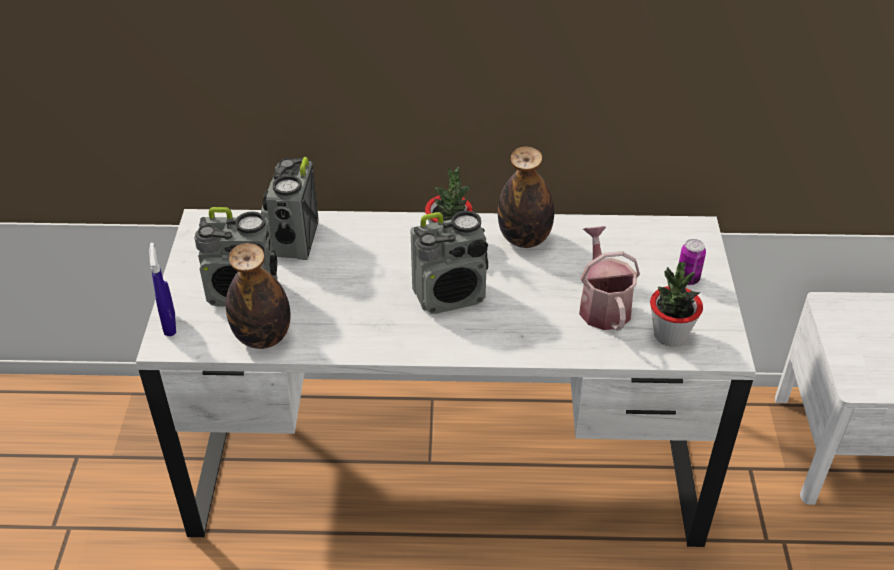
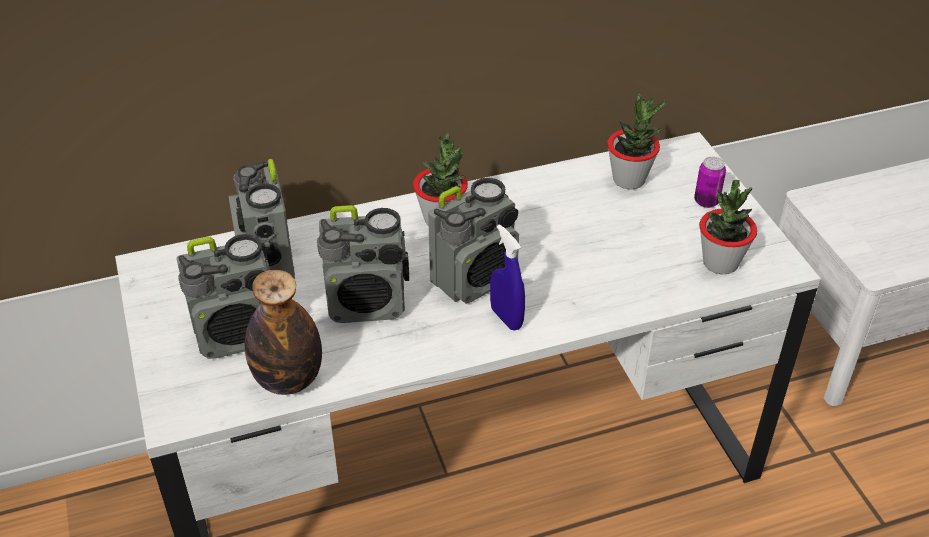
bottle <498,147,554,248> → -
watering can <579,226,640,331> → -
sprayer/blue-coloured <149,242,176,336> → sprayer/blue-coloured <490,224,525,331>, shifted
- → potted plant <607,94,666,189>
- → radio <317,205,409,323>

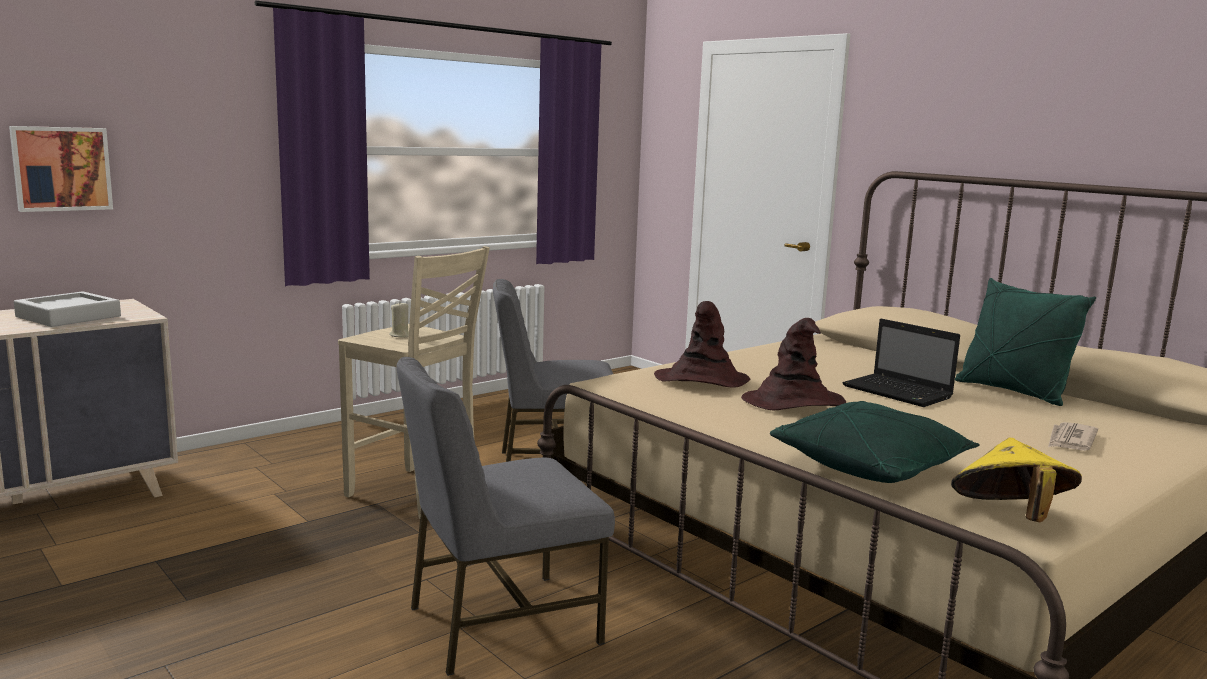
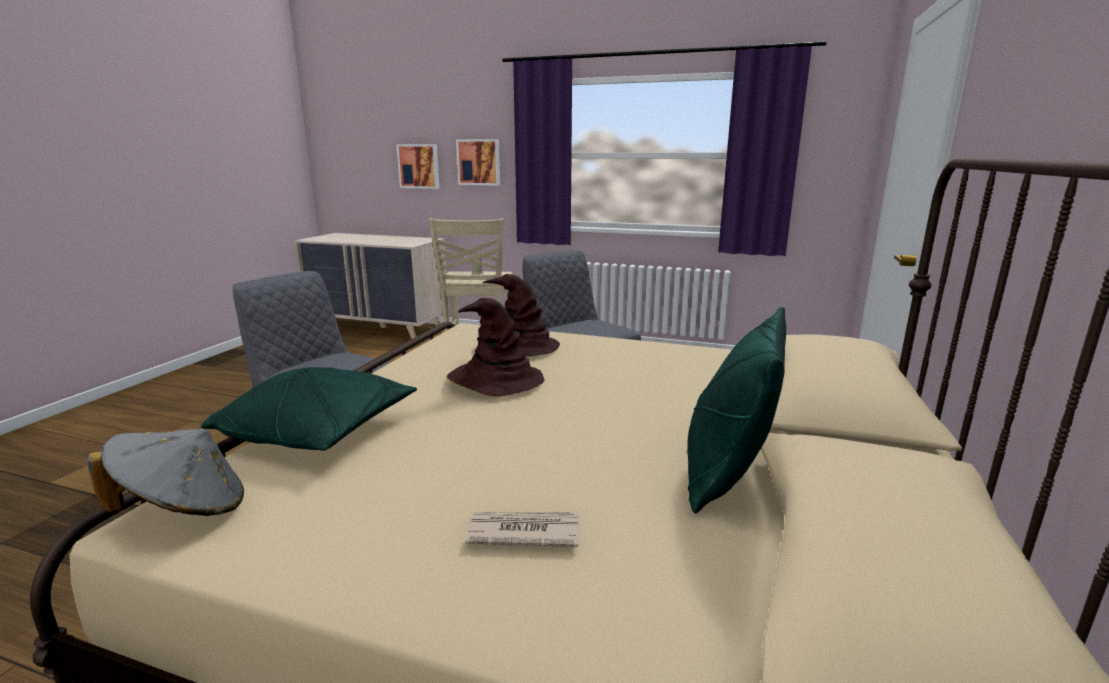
serving tray/grey <14,291,121,327> → -
portable computer <842,319,960,407> → -
hat/yellow <951,438,1082,522> → hat/grey <87,429,244,516>
- → wall picture <456,139,500,186>

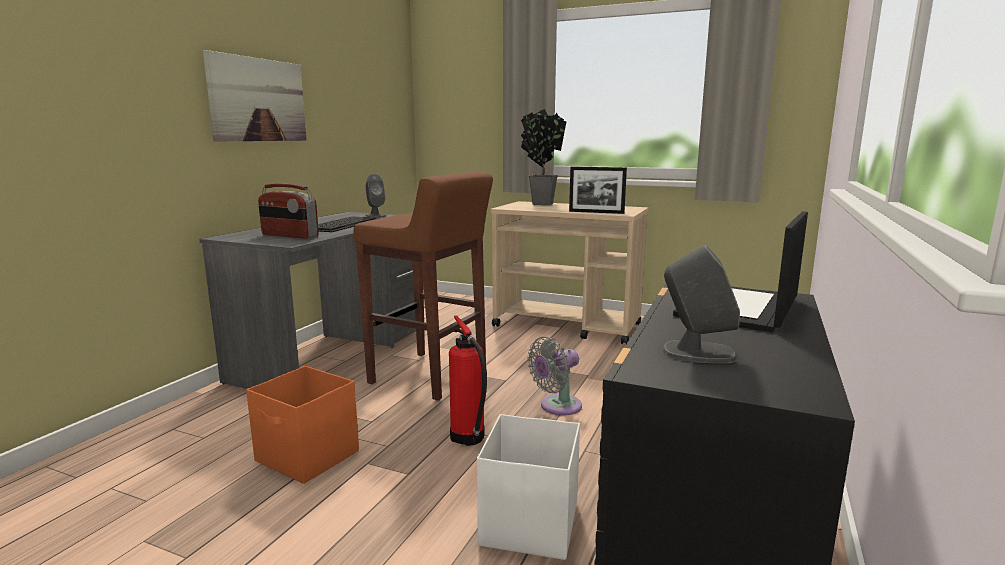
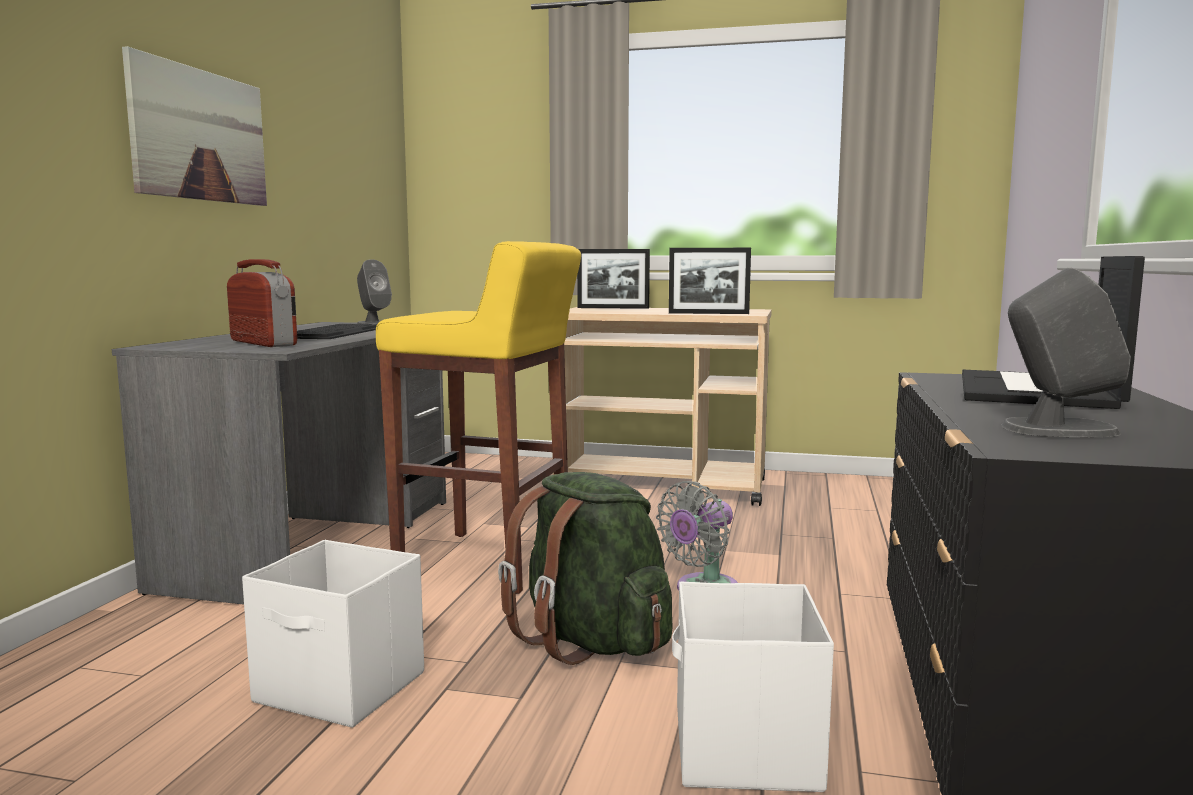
potted plant <521,109,567,205> → photo frame <577,249,650,309>
sitting stool/brown-coloured <353,172,493,401> → sitting stool/yellow <376,241,581,594>
radio <258,183,319,239> → radio <227,259,297,347>, 150 degrees counterclockwise
fire-fighting cylinder <449,315,487,446> → rucksack/greenish <498,472,673,665>
storage container/orangey <246,366,359,484> → storage container/white-coloured <242,540,424,728>

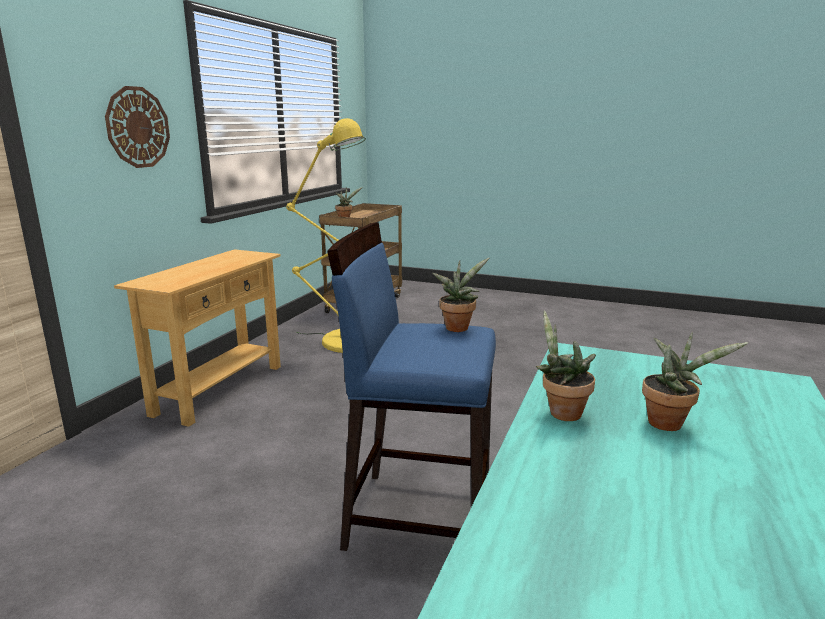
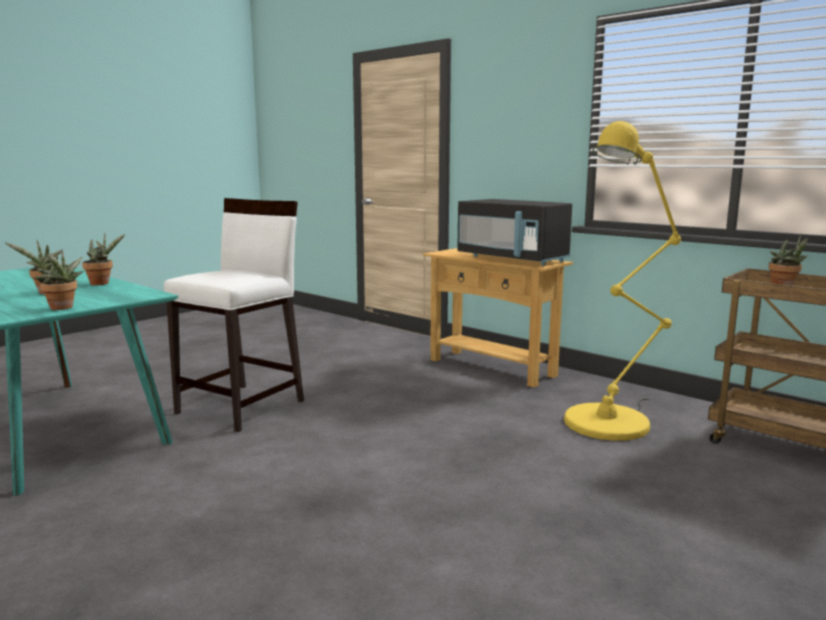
hanging clock <105,86,170,168> → -
sitting stool/blue-coloured <327,222,496,551> → sitting stool/white-coloured <164,198,304,432>
potted plant <432,257,489,332> → potted plant <35,249,83,310>, shifted
- → microwave/black <457,199,572,266>

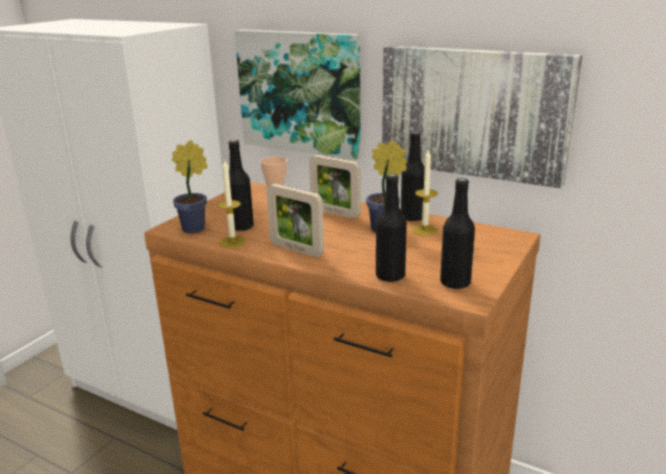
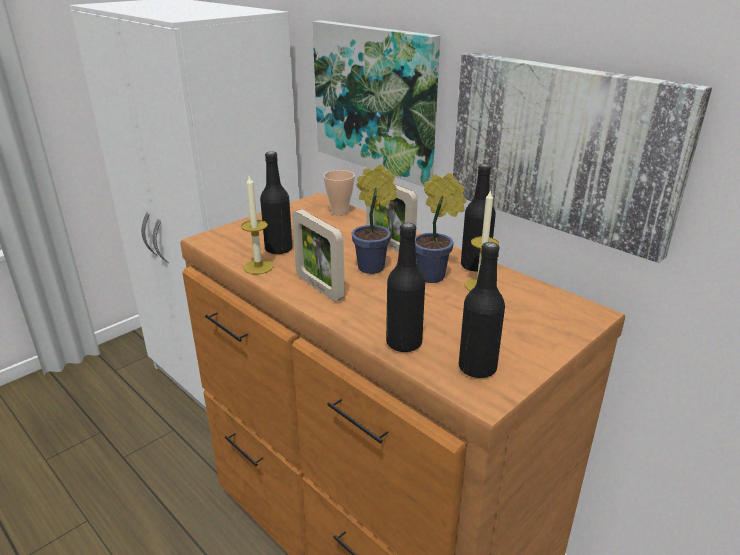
potted plant <172,140,207,233> → potted plant <351,164,397,274>, shifted

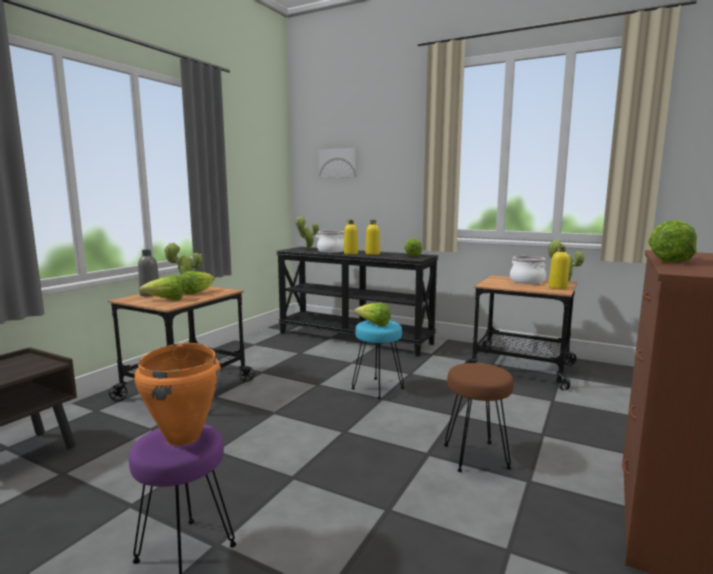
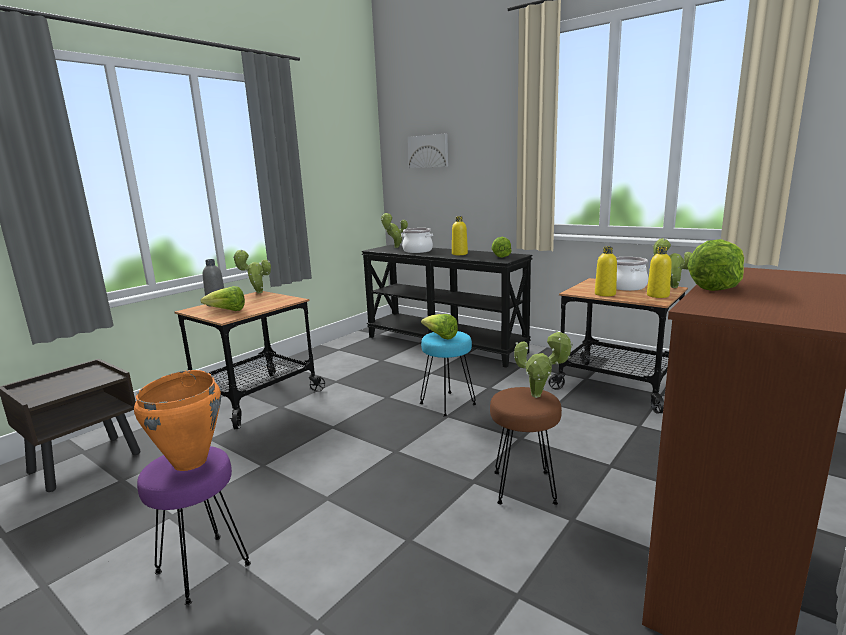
bottle/yellow <344,220,358,255> → bottle/yellow <595,247,617,296>, shifted
head of lettuce <180,271,215,295> → -
- → potted plant <514,330,573,398>

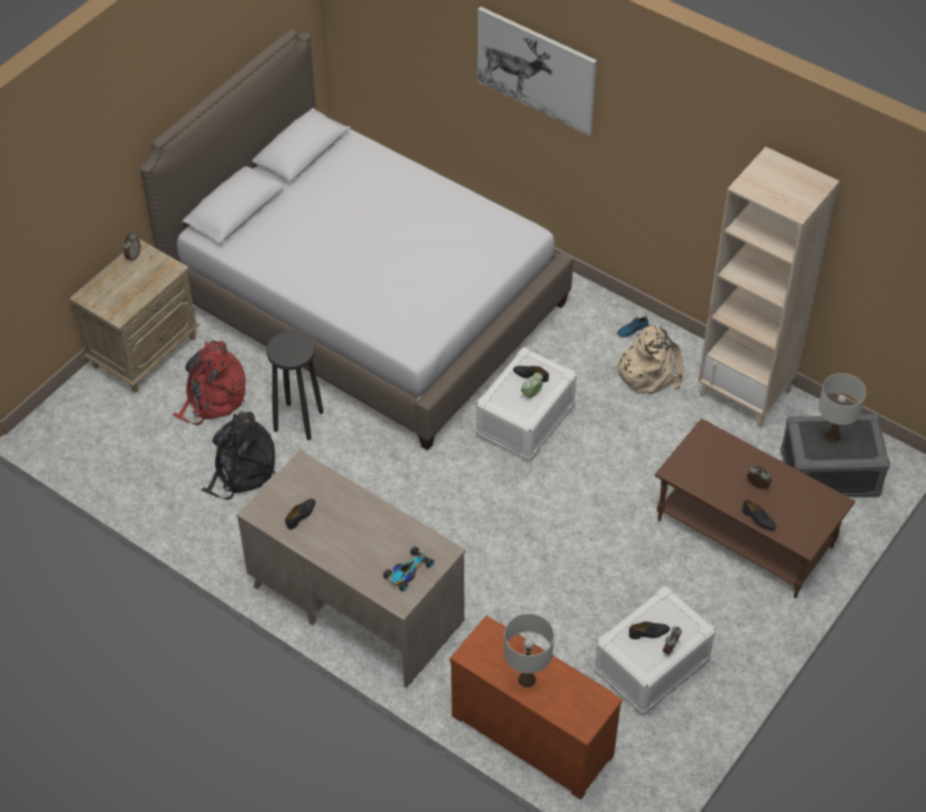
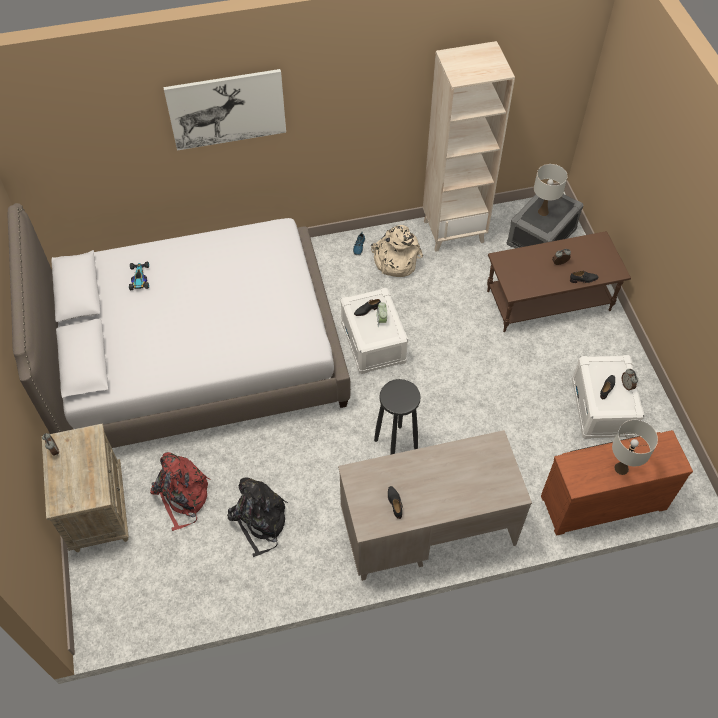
sitting stool/black <267,331,324,440> → sitting stool/black <374,379,421,455>, shifted
miniature car <383,546,434,591> → miniature car <129,262,149,290>, shifted

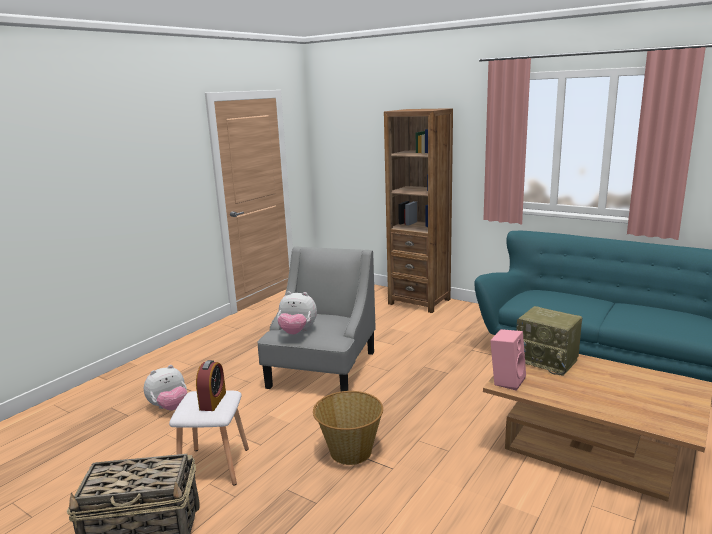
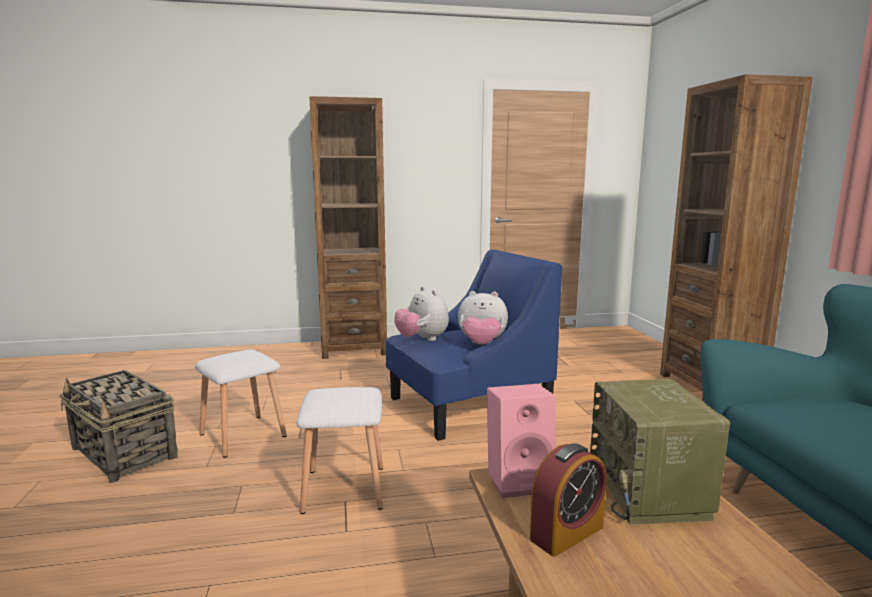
easy chair/grey <257,247,376,391> → easy chair/blue-coloured <385,250,562,441>
table clock <196,360,226,411> → table clock <530,443,607,557>, shifted
cuddly toy <144,365,187,410> → cuddly toy <458,291,508,345>, shifted
basket <313,391,383,465> → sitting stool/white-coloured <297,387,383,514>
- → bookcase/brown-coloured <309,96,387,359>

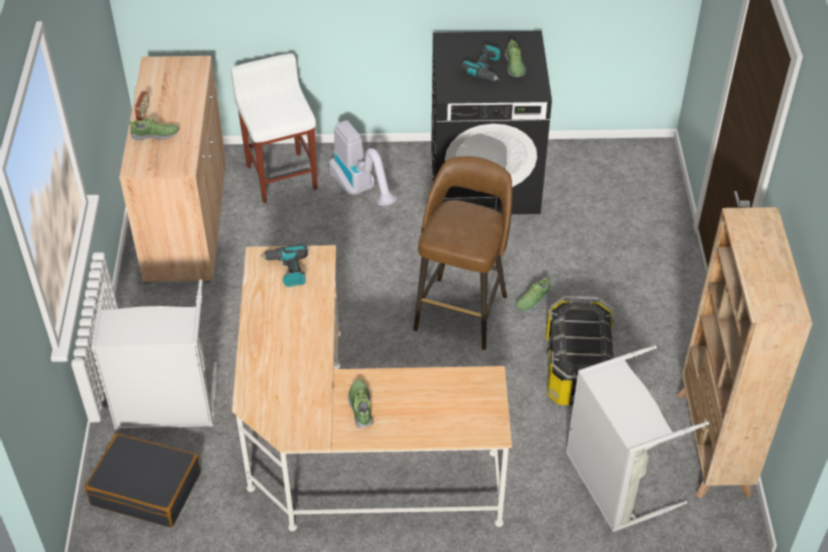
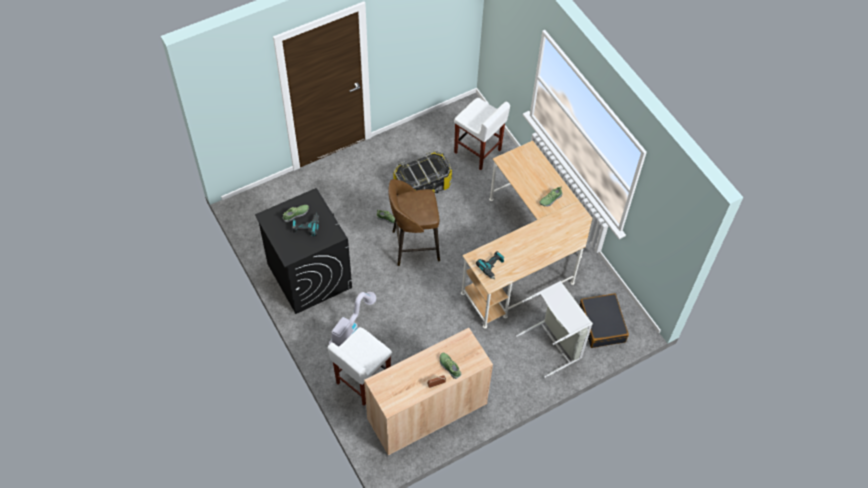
bookcase/beige-coloured <676,207,813,499> → -
hamper/grey <566,345,710,532> → sitting stool/white-coloured <454,98,510,170>

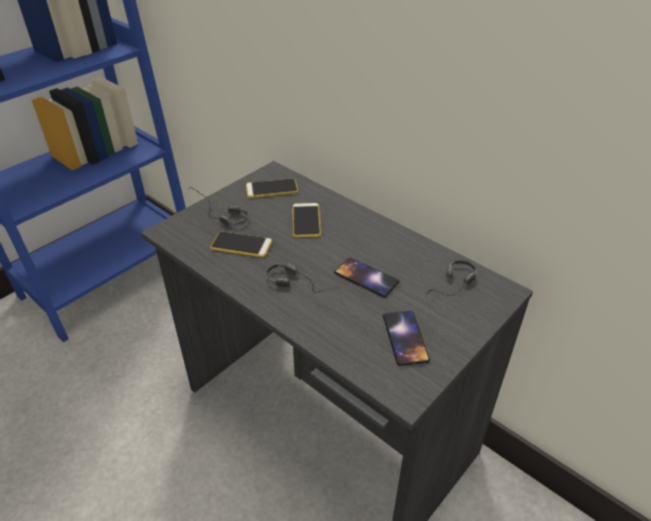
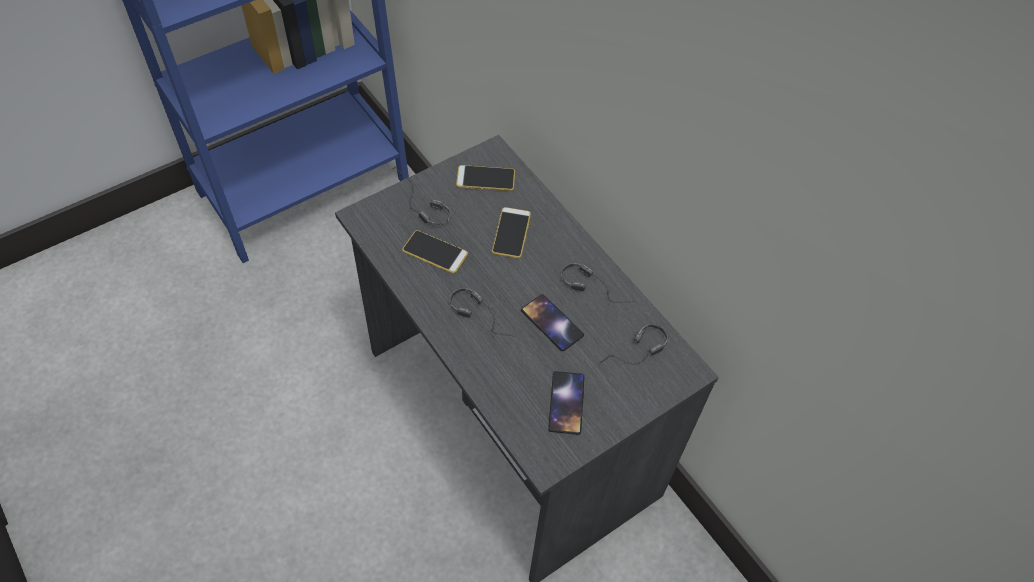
- → pair of headphones <561,263,638,303>

